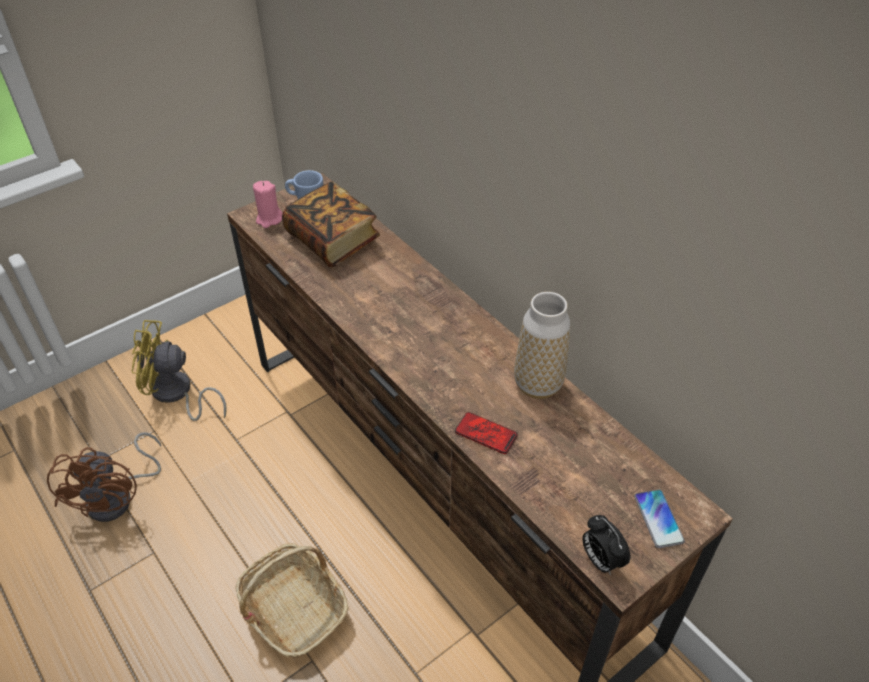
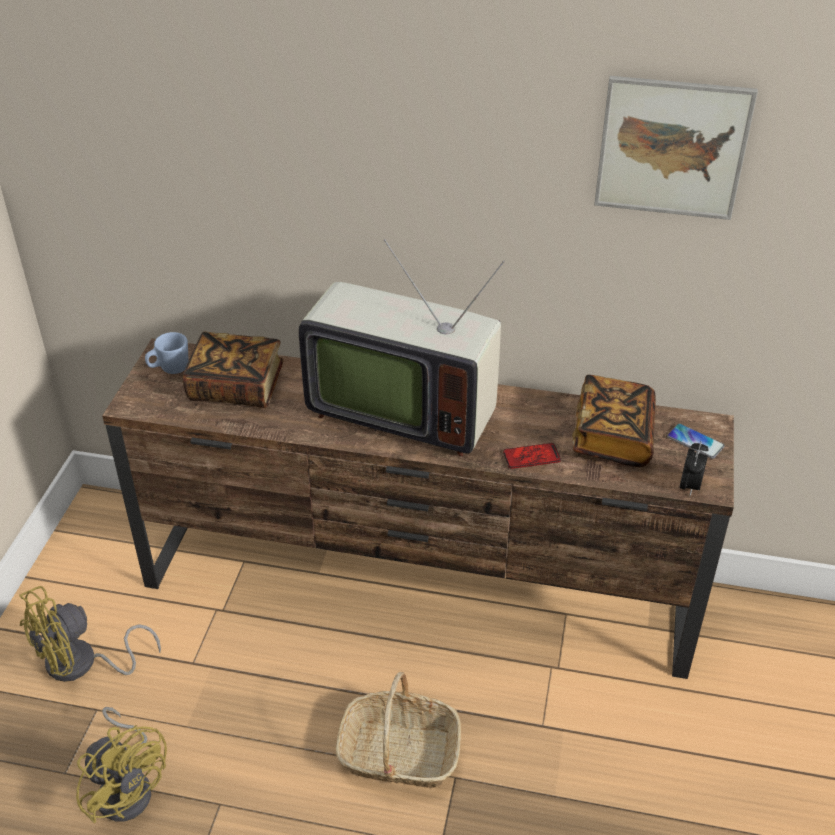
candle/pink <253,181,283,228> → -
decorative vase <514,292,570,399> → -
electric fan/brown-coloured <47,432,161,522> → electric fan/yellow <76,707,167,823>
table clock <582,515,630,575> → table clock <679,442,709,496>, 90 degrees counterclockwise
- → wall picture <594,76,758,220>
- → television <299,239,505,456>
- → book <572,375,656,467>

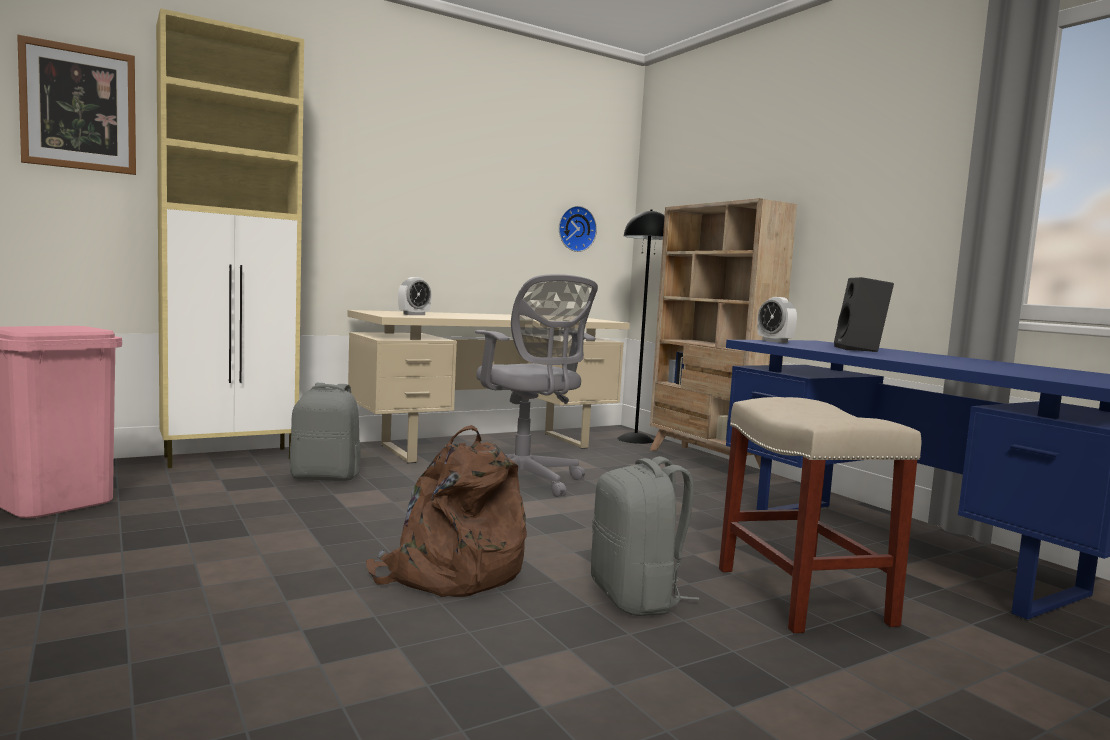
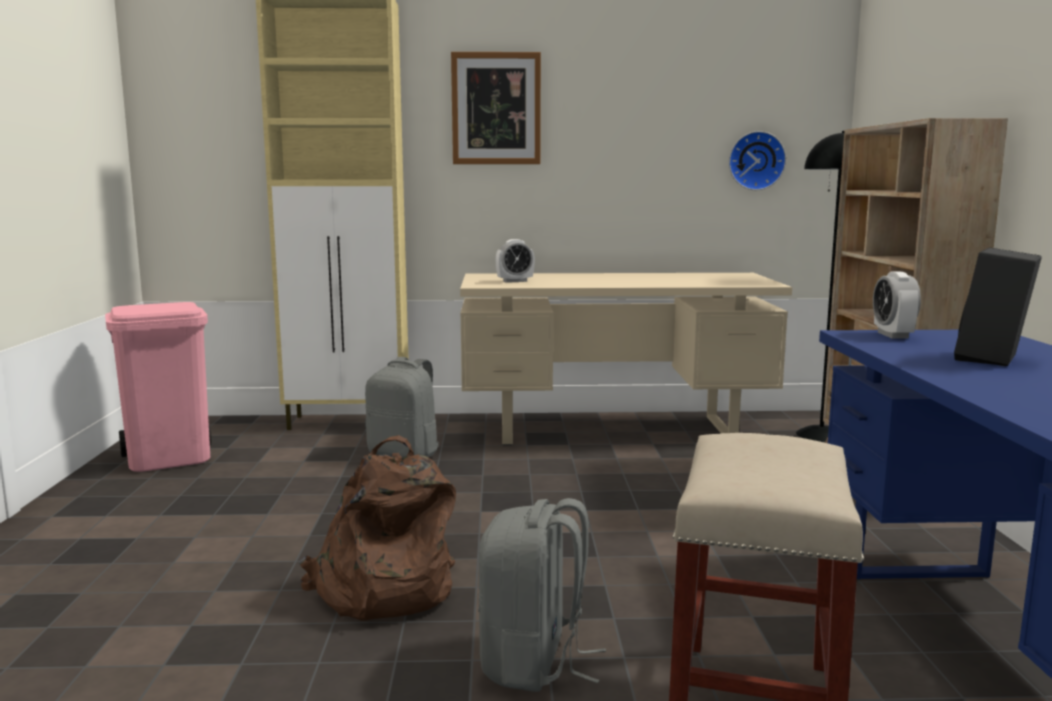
wall picture <17,35,136,175> → wall picture <451,52,541,164>, shifted
desk chair/grey <475,274,598,497> → -

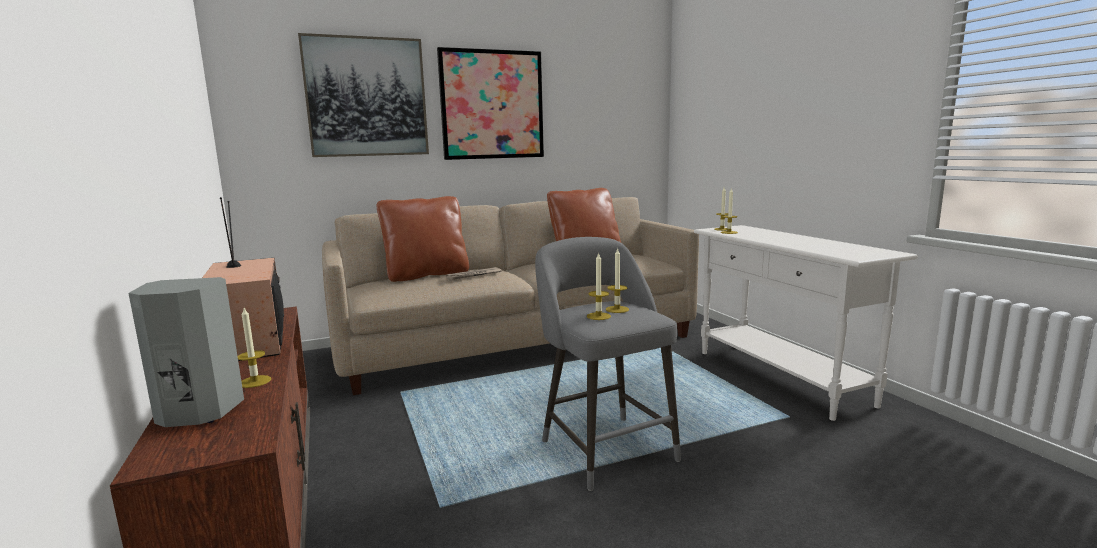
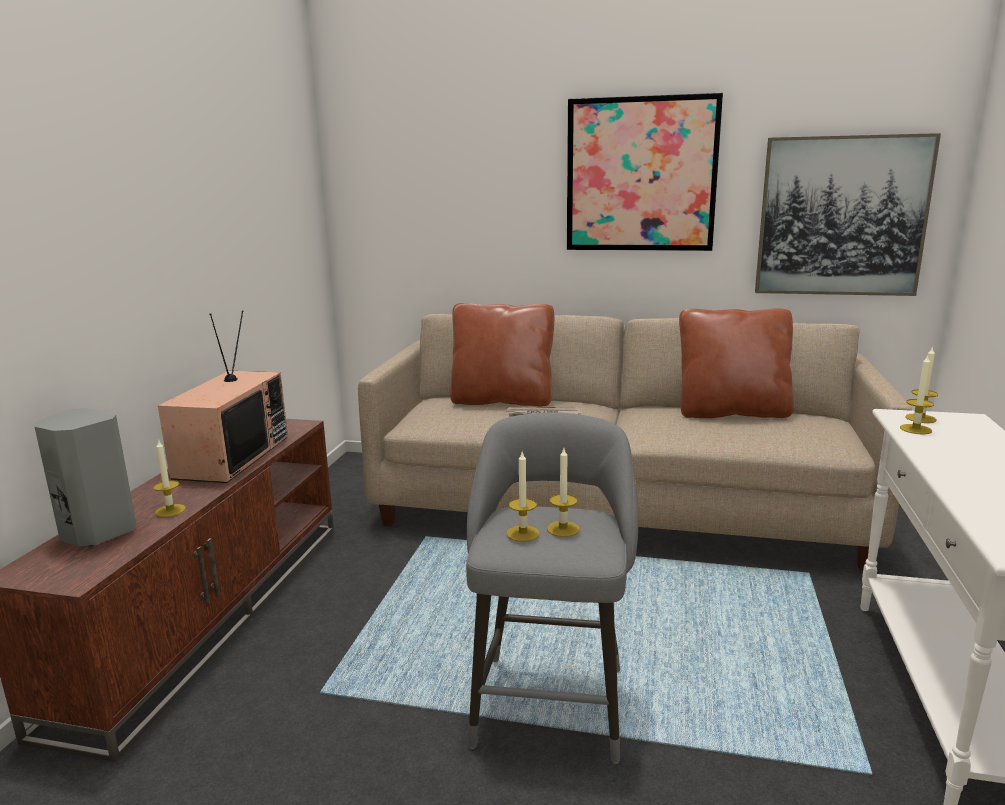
wall picture <298,33,429,157> → wall picture <755,133,941,296>, shifted

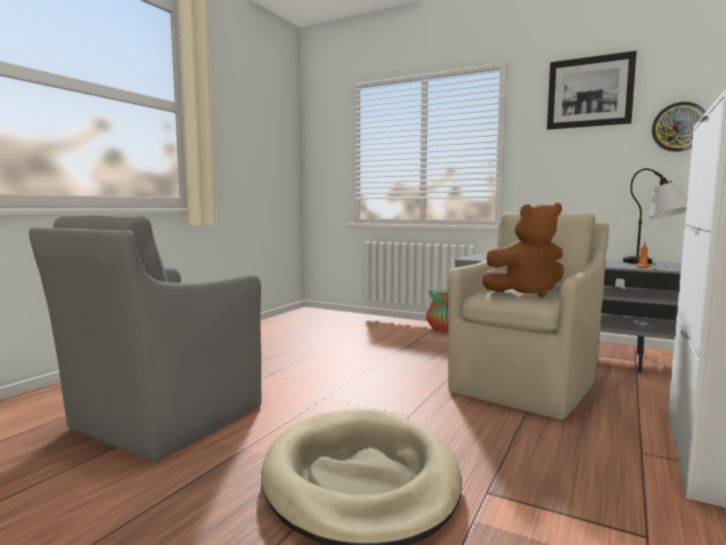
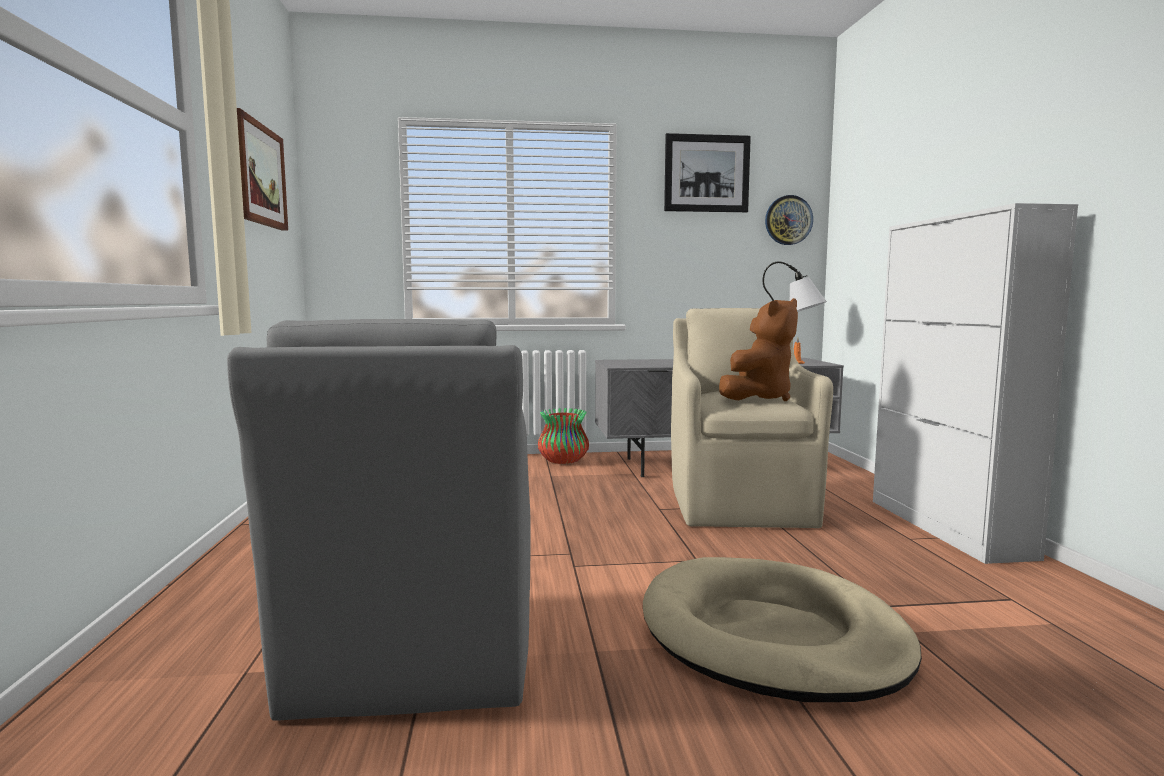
- → wall picture <237,108,288,231>

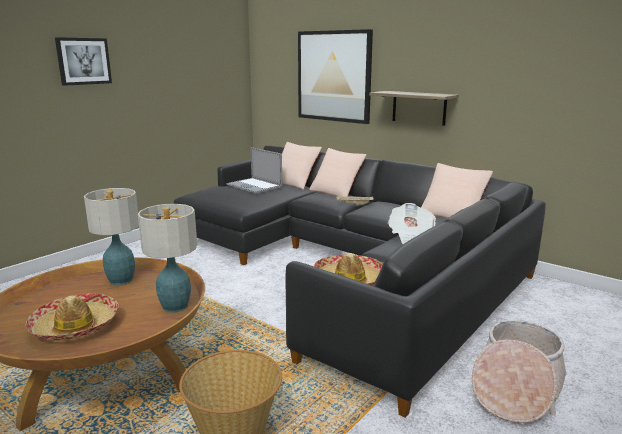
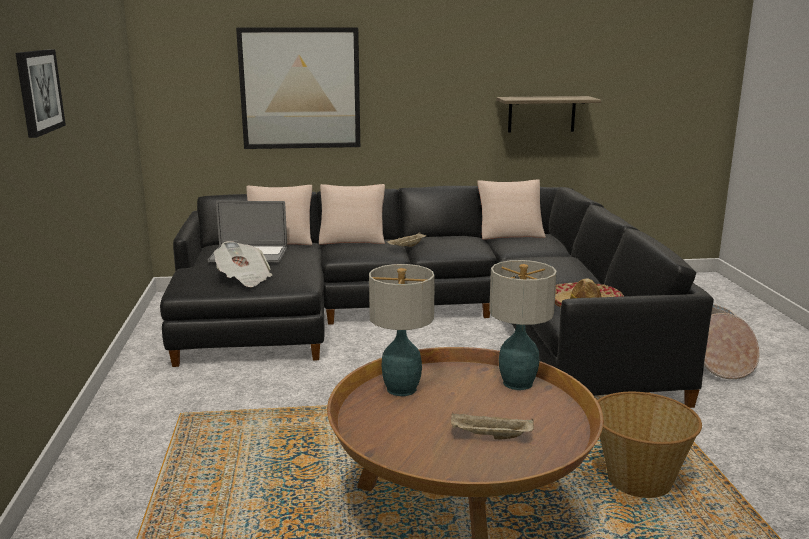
shelf <369,91,459,126> → shelf <496,96,601,133>, shifted
printed paper <388,203,436,244> → printed paper <214,241,272,287>, shifted
hat <26,293,119,341> → serving tray/beige-coloured <451,413,534,440>

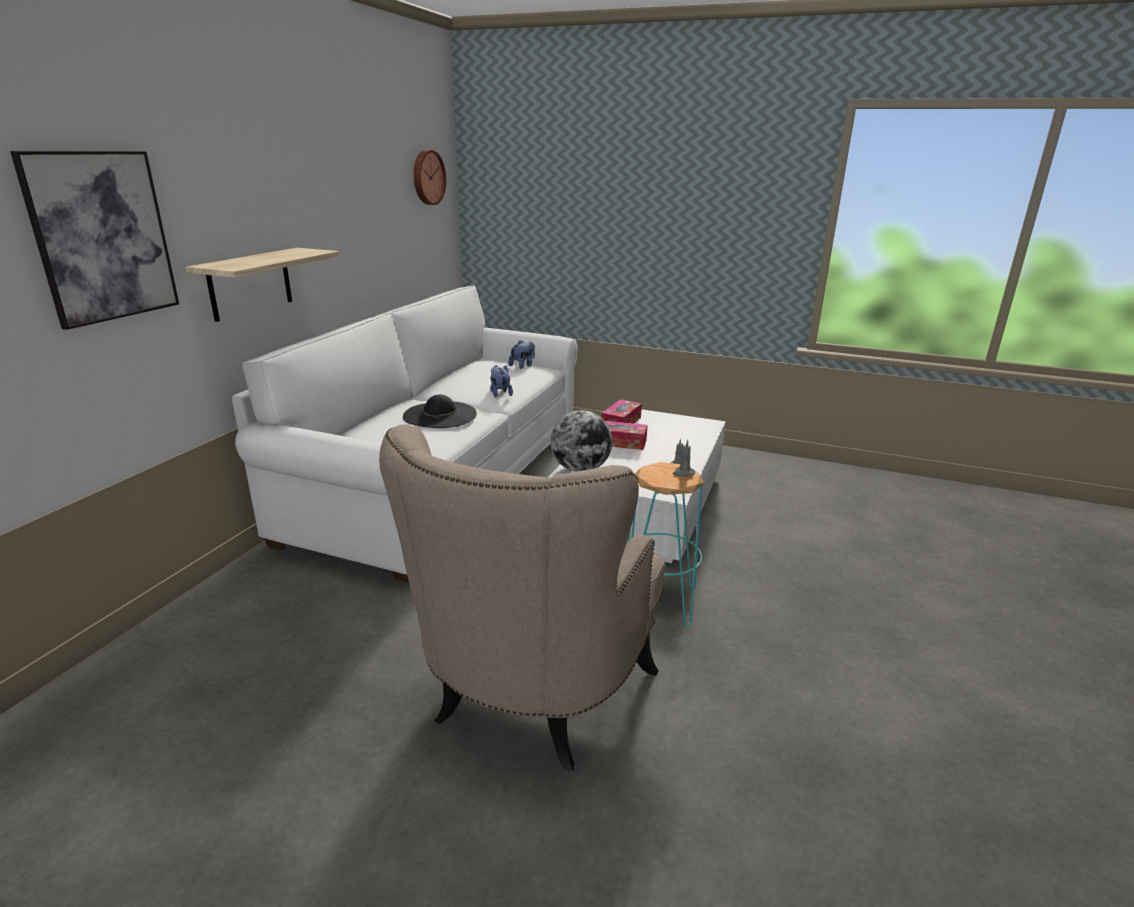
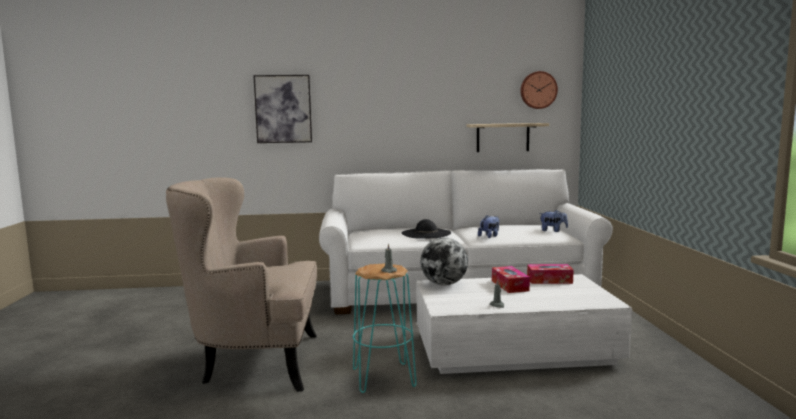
shelf <186,248,340,322> → shelf <467,123,549,152>, shifted

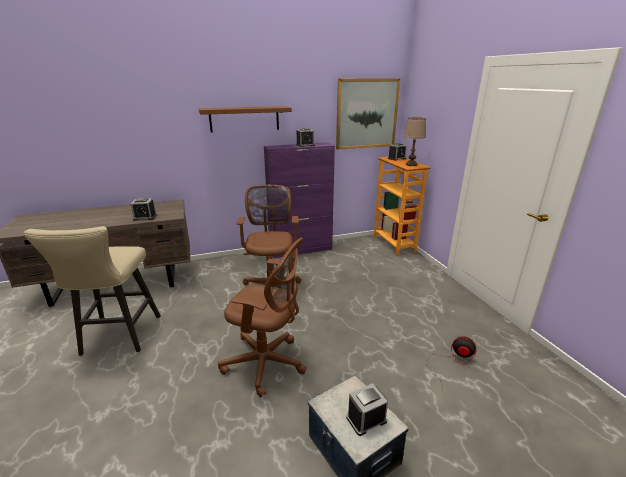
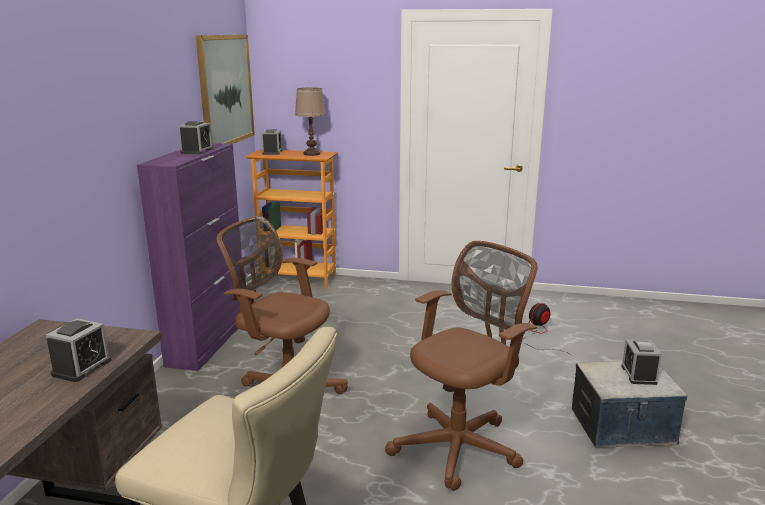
shelf/brown-coloured <199,106,292,133> → -

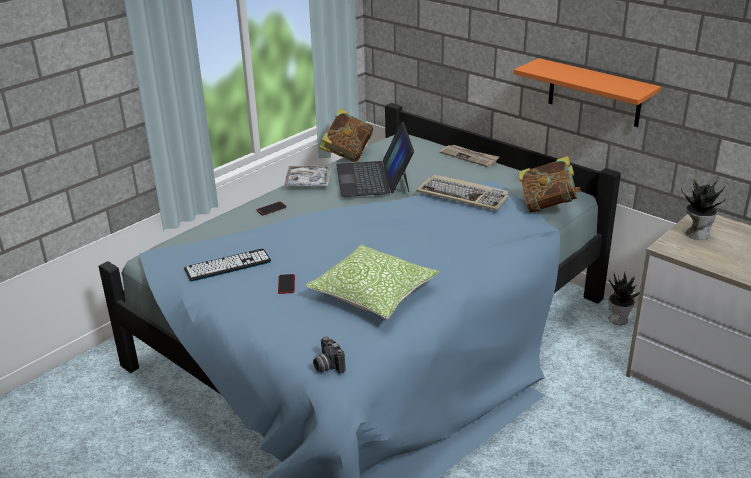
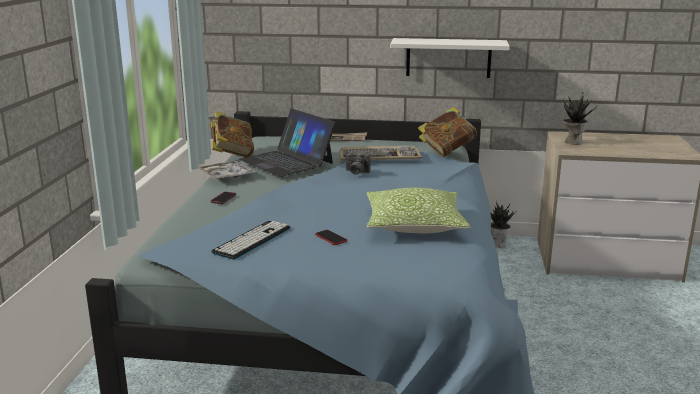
shelf/orangey <514,58,661,127> → shelf/white-coloured <390,38,510,78>
photo camera <313,336,346,374> → photo camera <346,153,370,175>, shifted

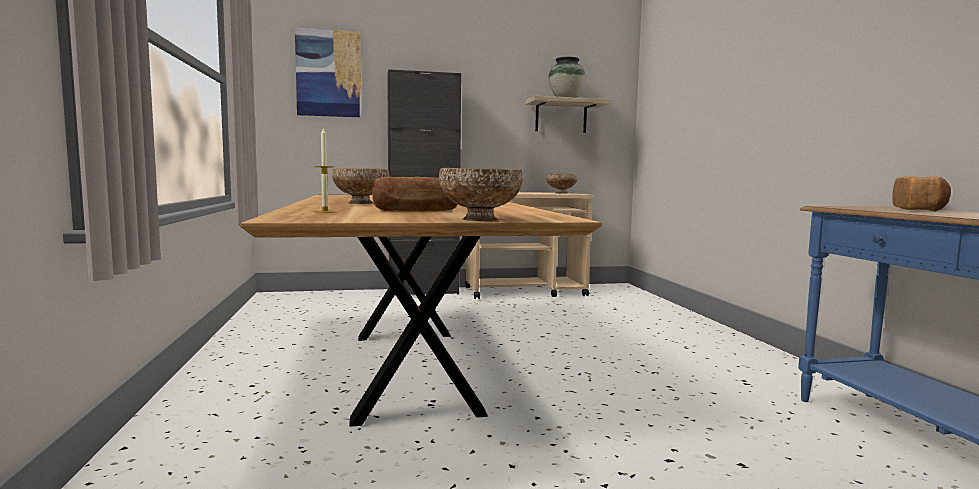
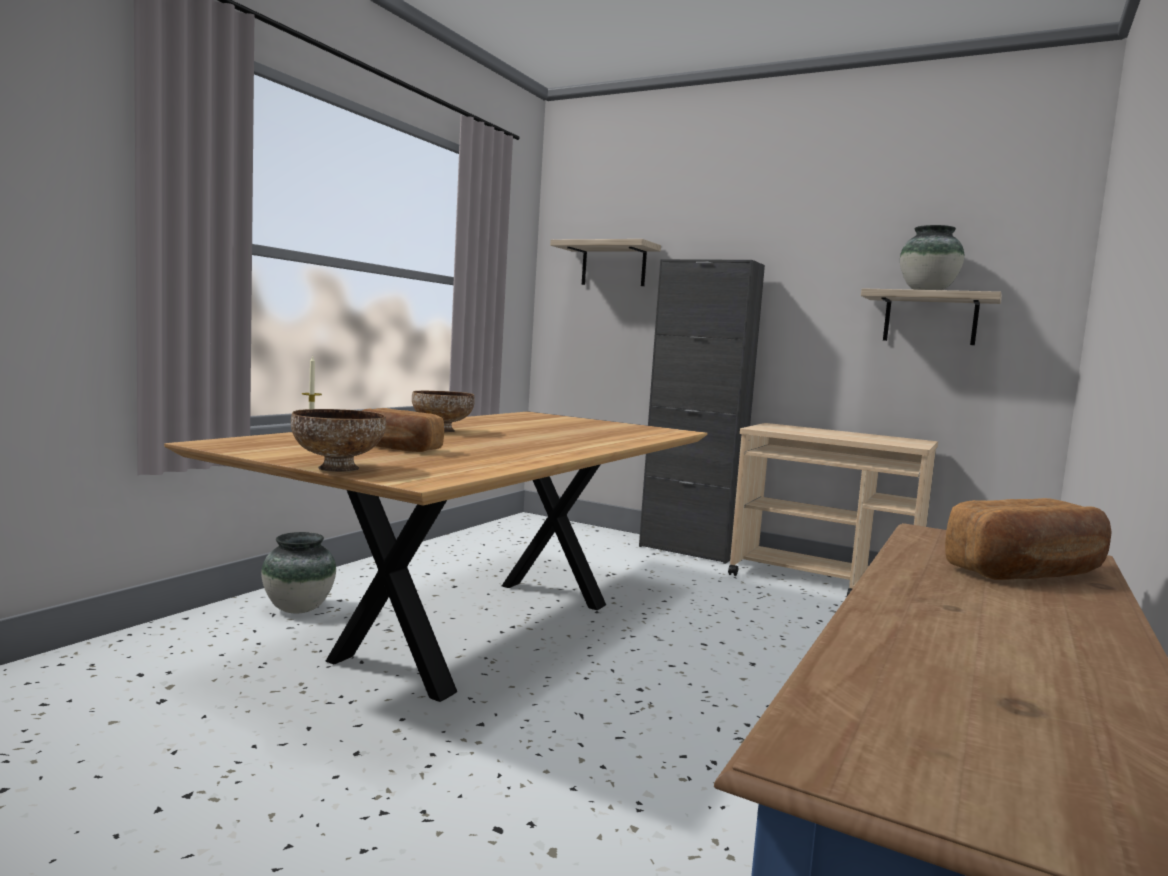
wall picture <295,28,361,117> → shelf <550,239,661,286>
deep dish <546,174,578,193> → -
- → decorative vase <261,532,336,613>

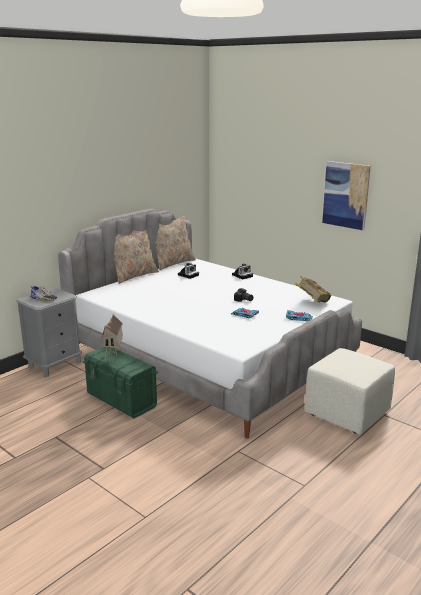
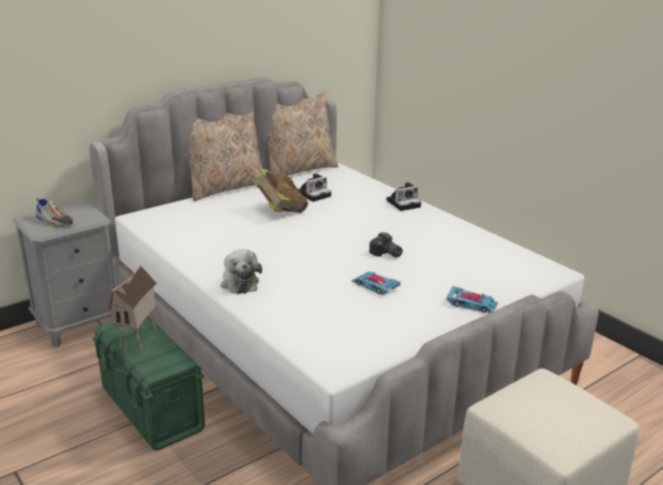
wall picture <322,161,371,230> → -
book <296,276,331,302> → book <252,168,308,213>, shifted
- → cuddly toy <220,249,262,294>

